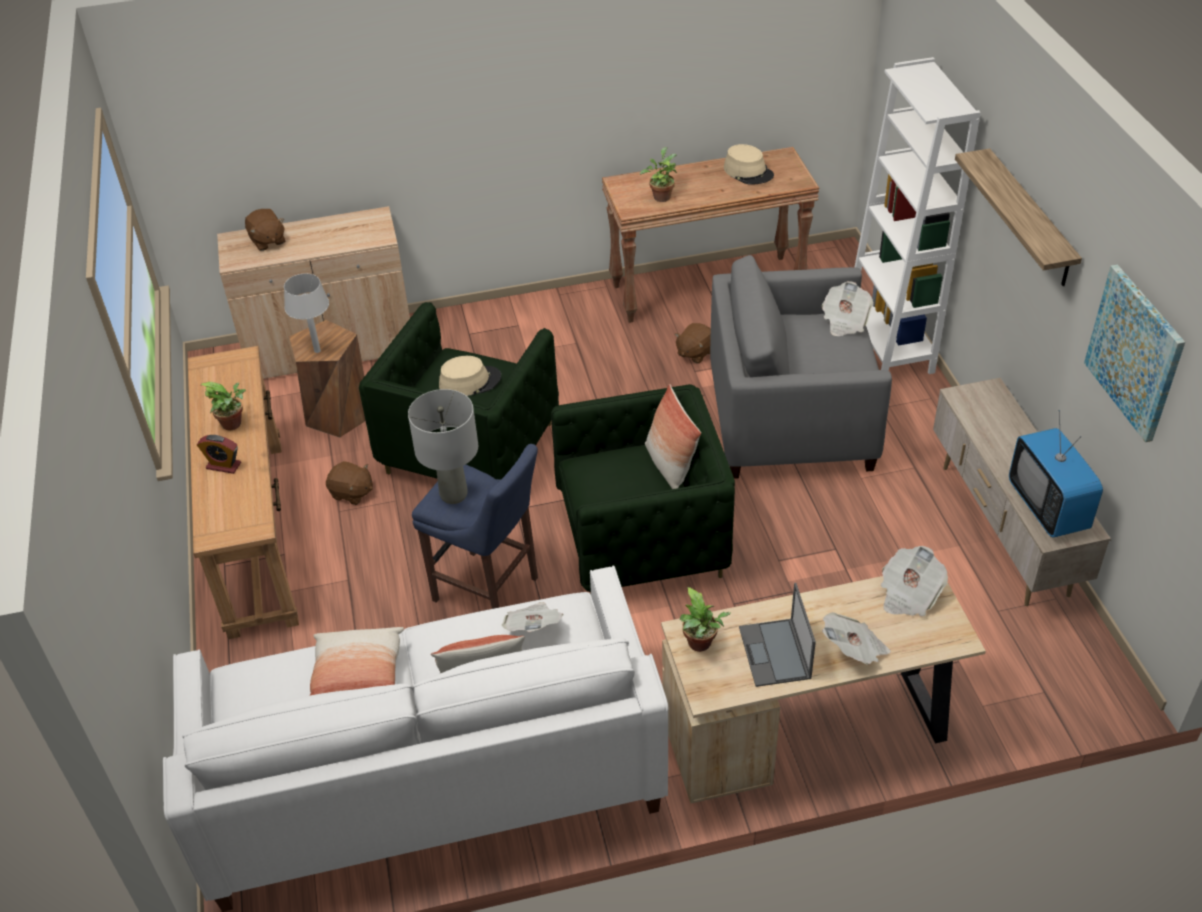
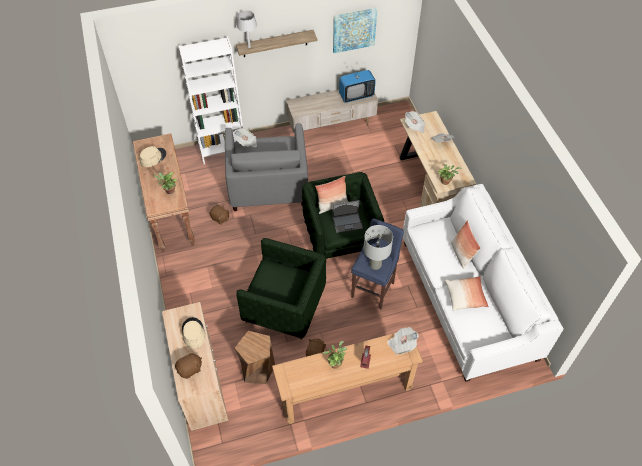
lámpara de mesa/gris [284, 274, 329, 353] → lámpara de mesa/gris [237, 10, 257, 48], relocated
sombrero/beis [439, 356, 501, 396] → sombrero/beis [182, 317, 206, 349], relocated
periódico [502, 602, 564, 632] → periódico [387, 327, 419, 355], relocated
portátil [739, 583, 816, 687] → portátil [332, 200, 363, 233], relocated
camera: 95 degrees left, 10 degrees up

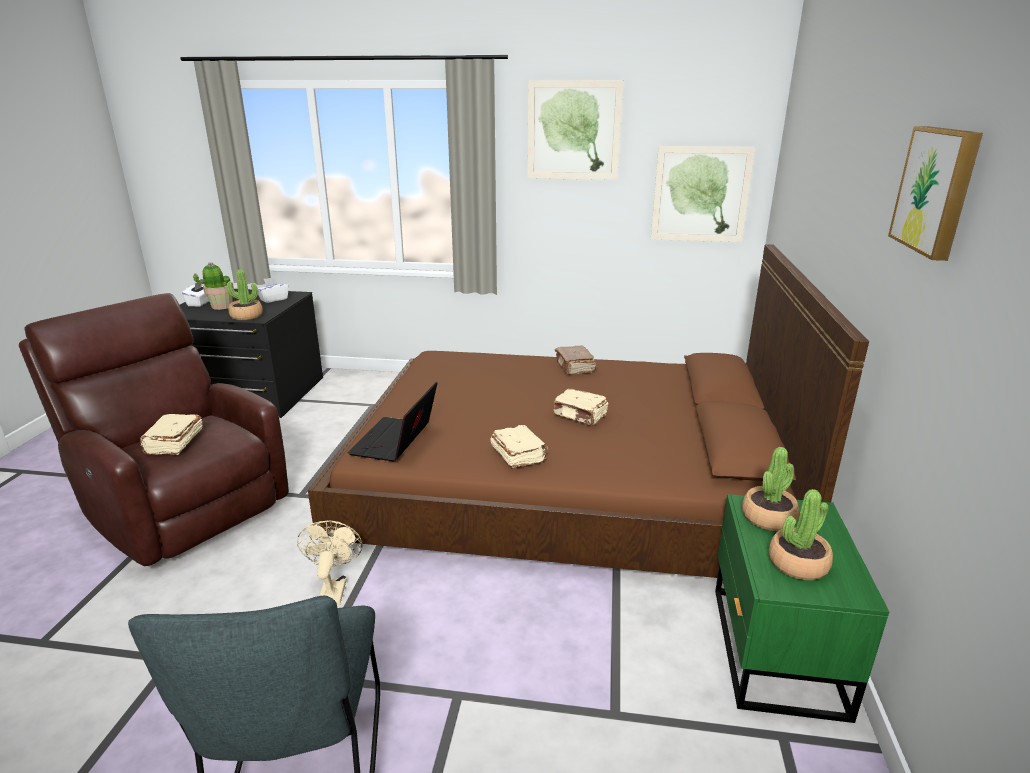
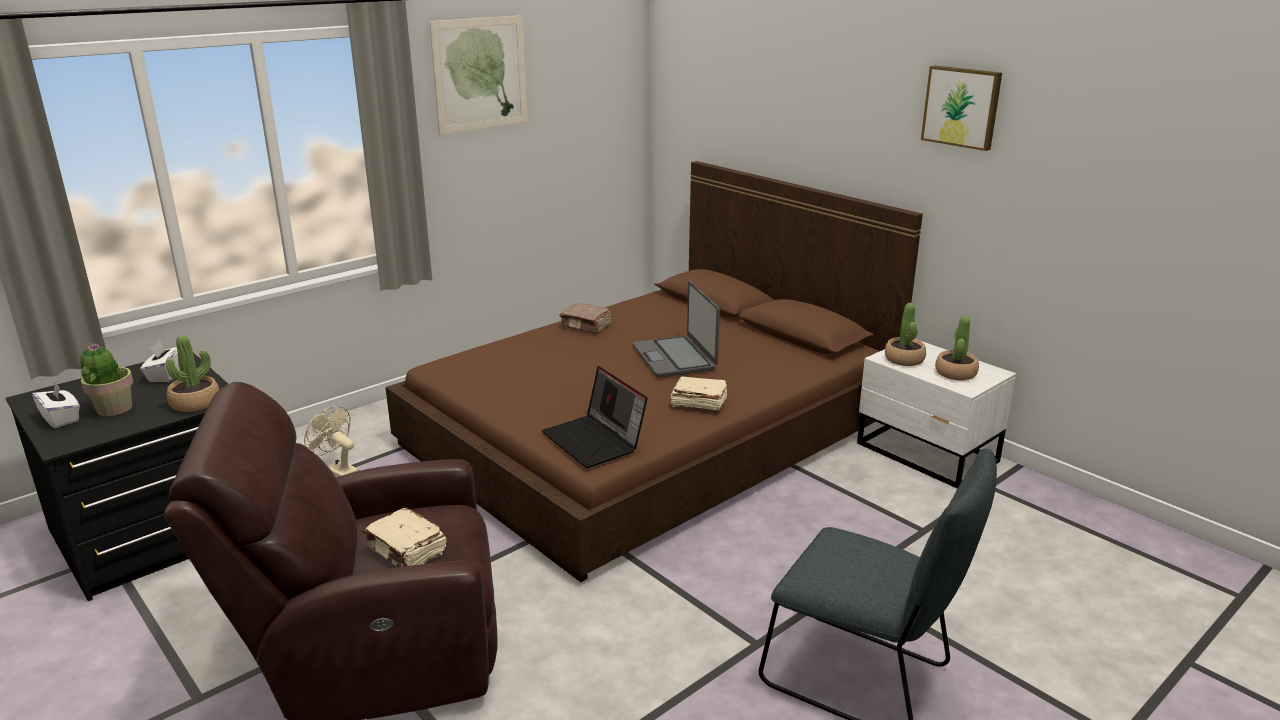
cuadro [651, 146, 755, 242] → -
ventilador/beis [297, 520, 362, 605] → ventilador/beis [304, 406, 359, 477], relocated
libro/beis [552, 388, 608, 426] → portátil [633, 281, 720, 378]
mesita de noche/verde [715, 494, 889, 723] → mesita de noche/blanco [857, 341, 1016, 489]
camera: 50 degrees left, 0 degrees up

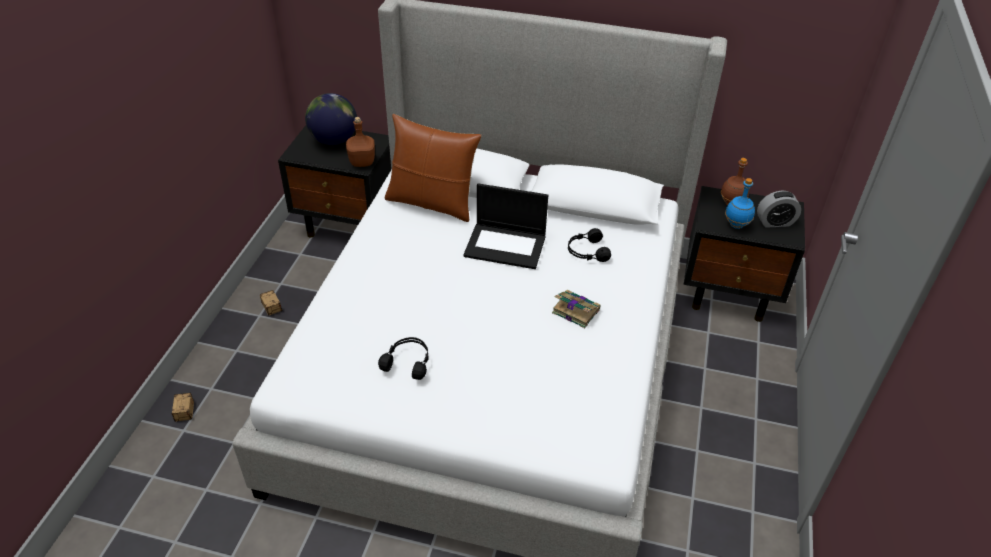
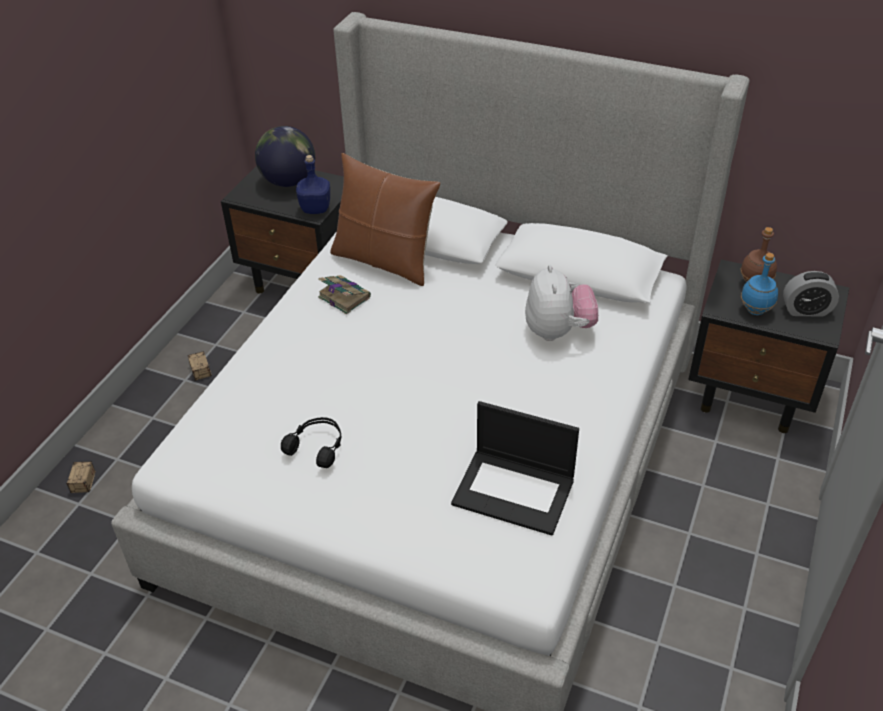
portátil [464, 183, 548, 269] → portátil [451, 401, 579, 536], relocated
libro [552, 290, 601, 328] → libro [318, 275, 371, 315], relocated
auriculares/negro [568, 228, 611, 262] → peluche [525, 265, 598, 341]
botella/marrón [346, 117, 375, 167] → botella/azul [296, 155, 330, 214]
camera: 10 degrees right, 0 degrees up

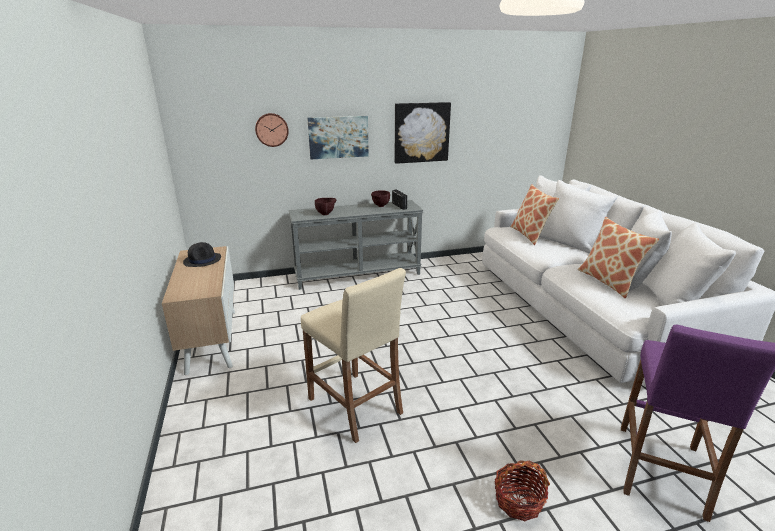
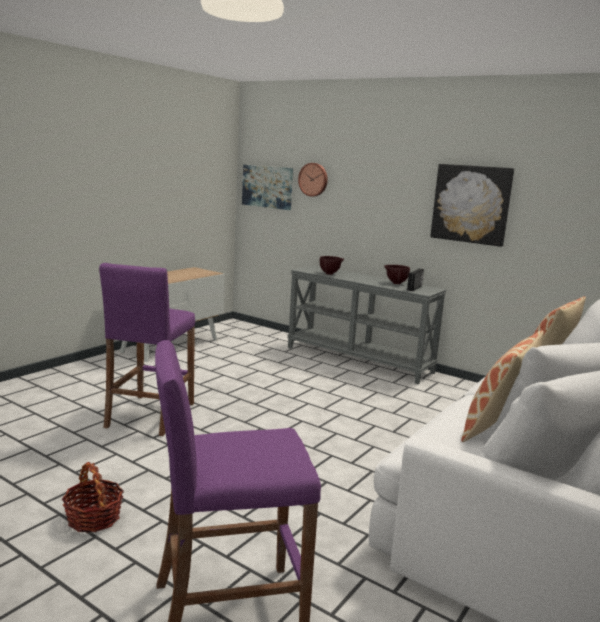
sombrero/negro [183, 242, 221, 267] → -
cuadro [307, 116, 369, 159] → cuadro [242, 165, 293, 210], relocated
taburete/beis [301, 268, 406, 443] → taburete/morado [99, 263, 195, 436]
camera: 50 degrees right, 10 degrees down

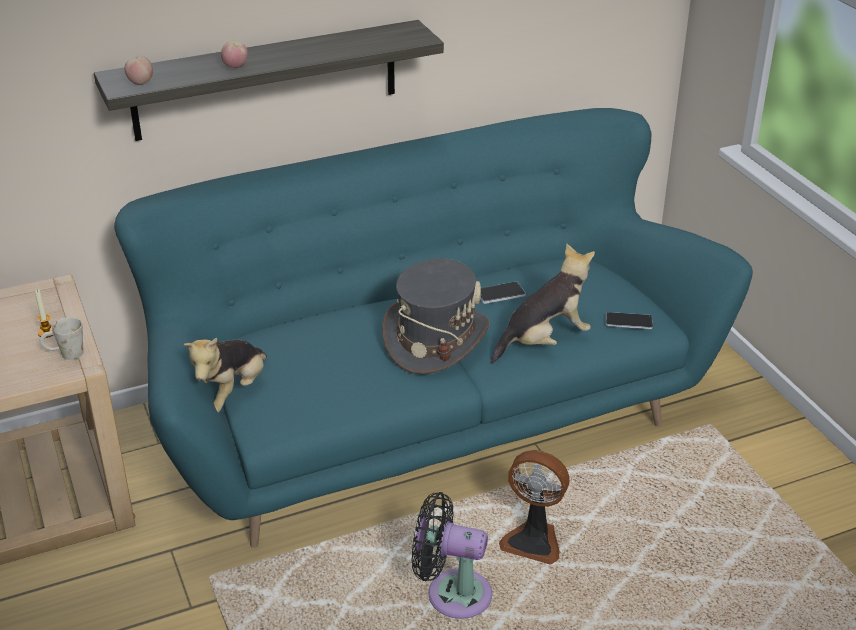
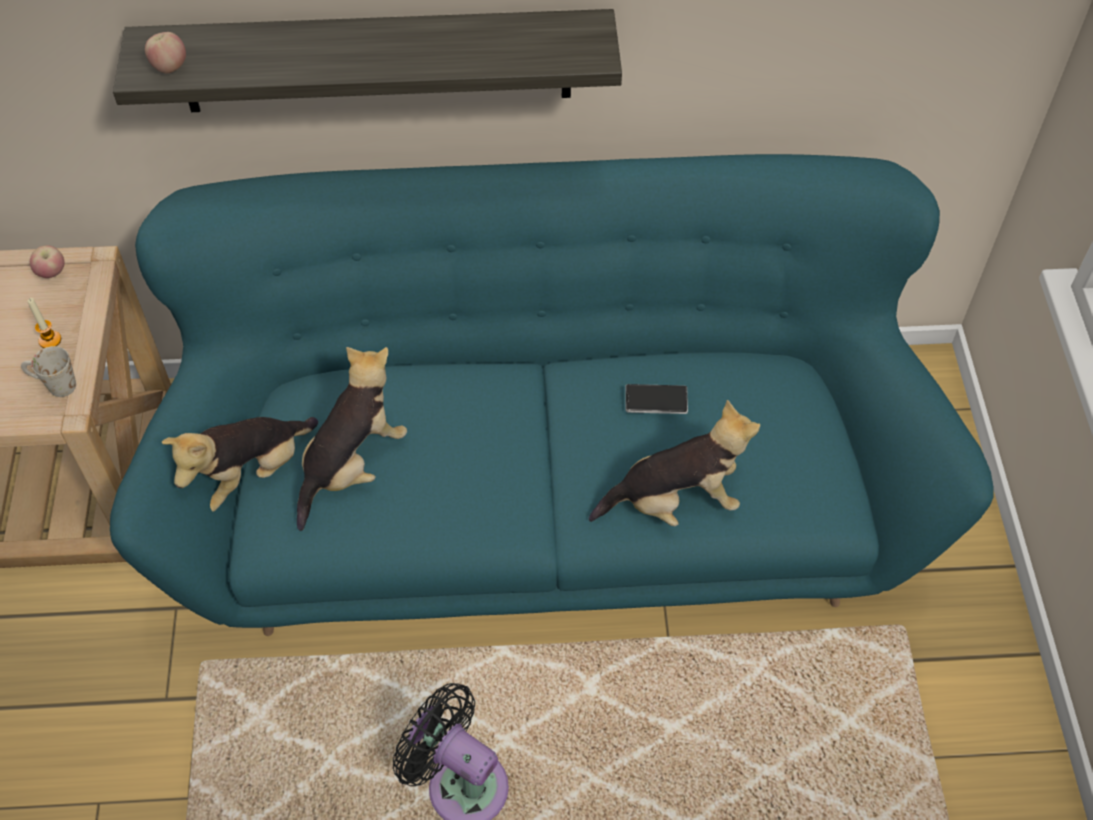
sombrero/gris [382, 258, 490, 375] → -
ventilador [499, 450, 569, 565] → -
móvil [606, 312, 653, 329] → -
- → peluche [297, 347, 407, 531]
manzana [221, 40, 248, 68] → manzana [30, 245, 65, 278], relocated
camera: 20 degrees right, 20 degrees up

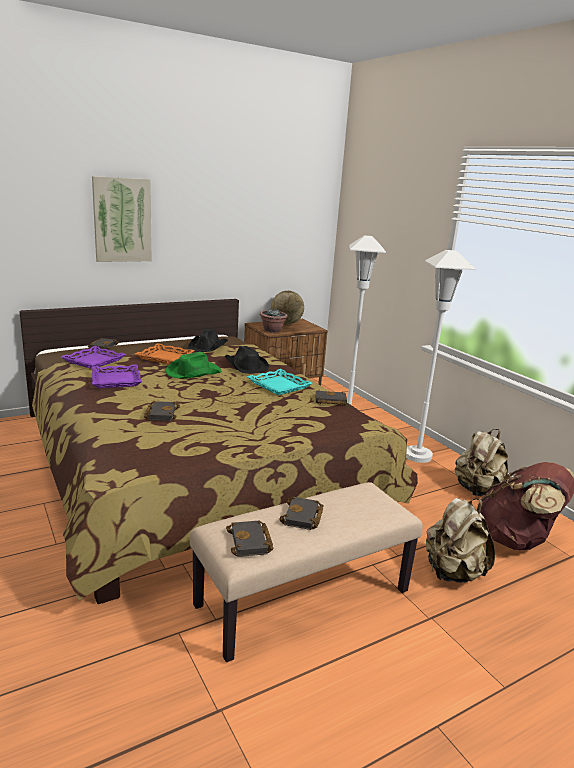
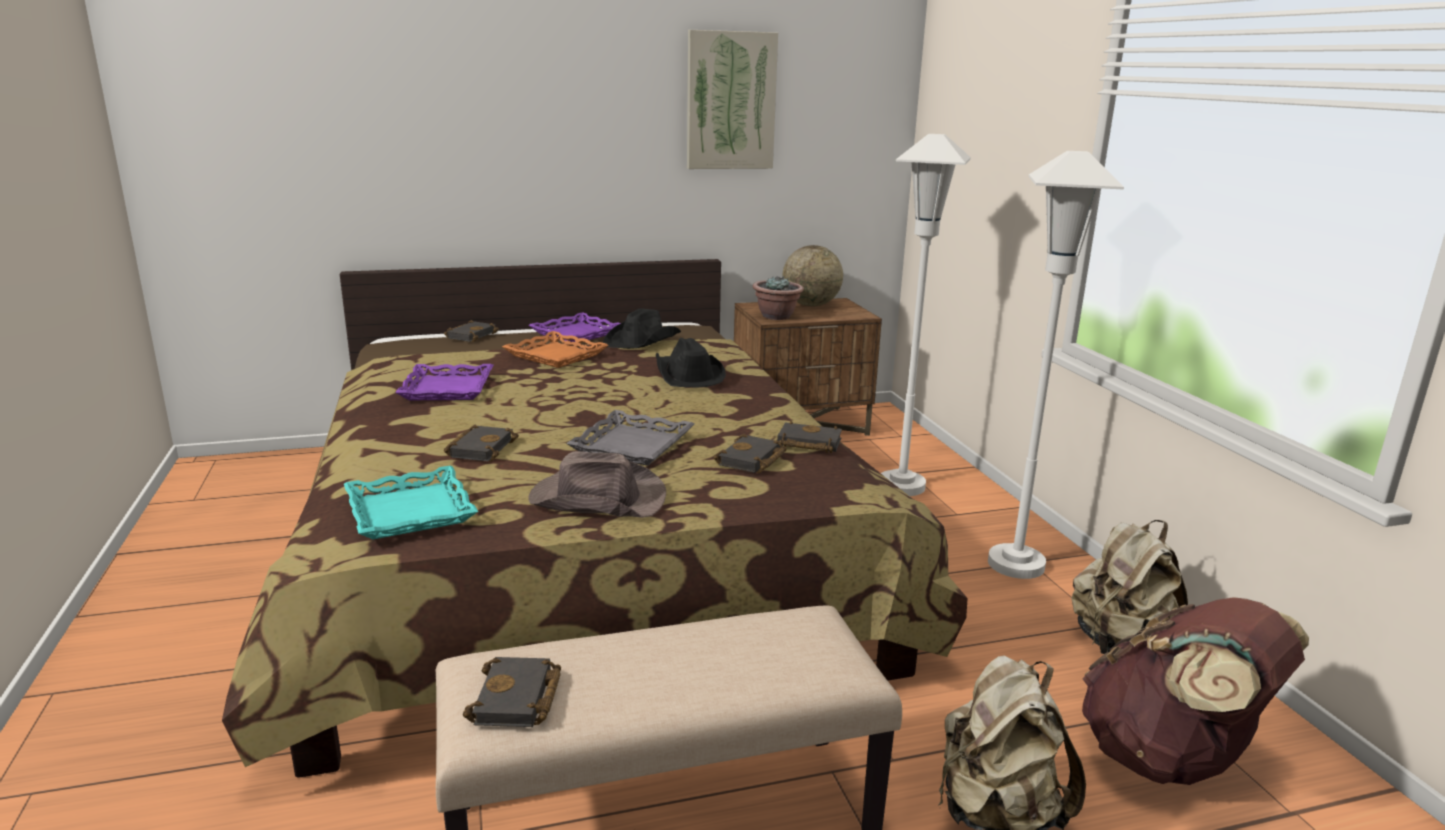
sombrero/verde [165, 352, 222, 379] → -
- → sombrero/marrón [528, 451, 666, 518]
- → bandeja/gris [566, 410, 695, 466]
bandeja/morado [61, 346, 126, 369] → bandeja/morado [529, 312, 620, 342], relocated
cuadro [92, 176, 152, 262] → cuadro [687, 30, 778, 169], relocated
bandeja/turquesa [247, 369, 313, 395] → bandeja/turquesa [344, 466, 478, 539], relocated
libro/negro [279, 497, 323, 530] → libro/negro [713, 434, 787, 473], relocated
camera: 15 degrees right, 0 degrees up

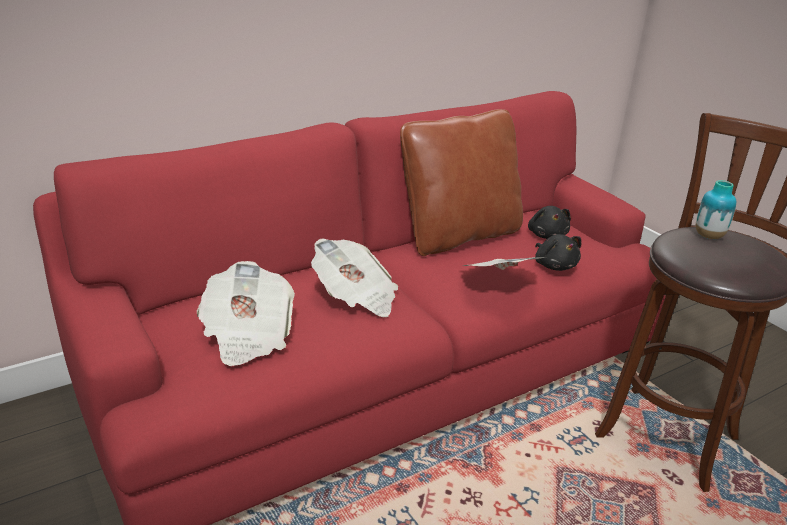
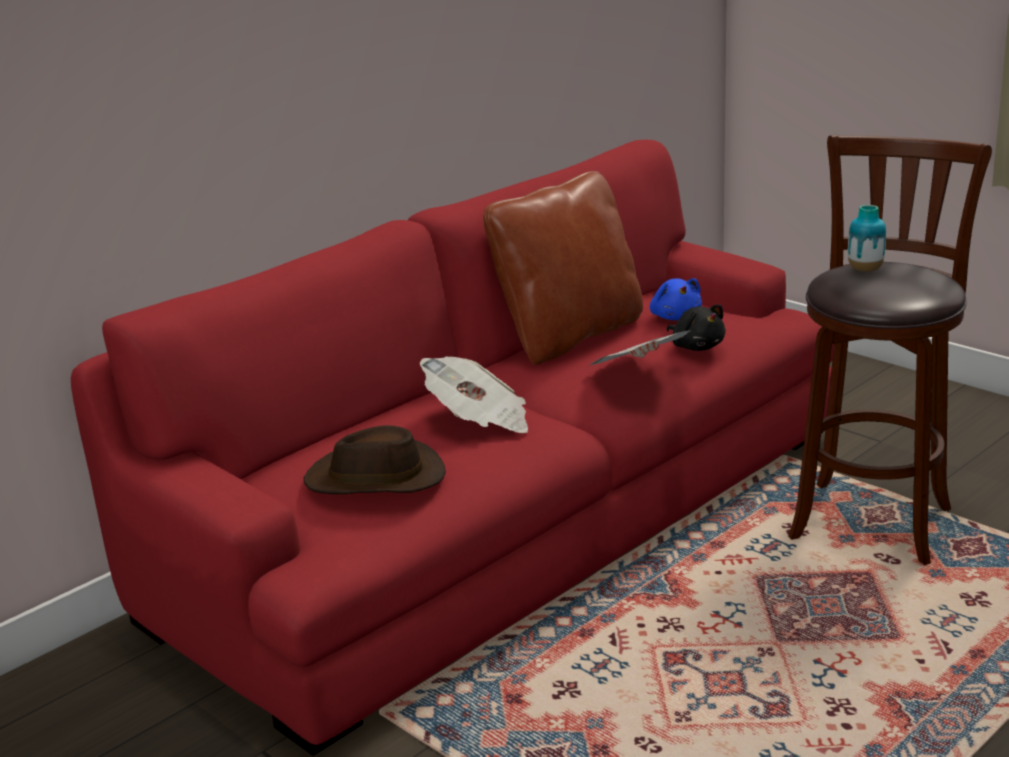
periódico [197, 261, 295, 366] → sombrero/marrón [304, 425, 446, 494]
peluche/negro [528, 206, 571, 239] → peluche/azul [650, 278, 702, 320]
camera: 10 degrees left, 5 degrees down

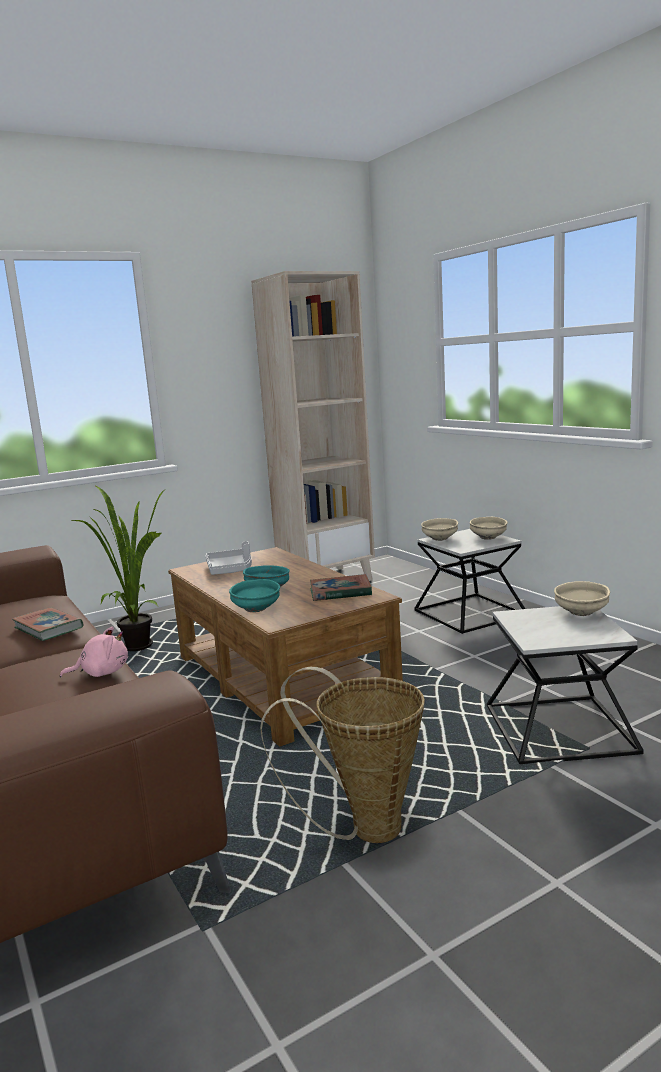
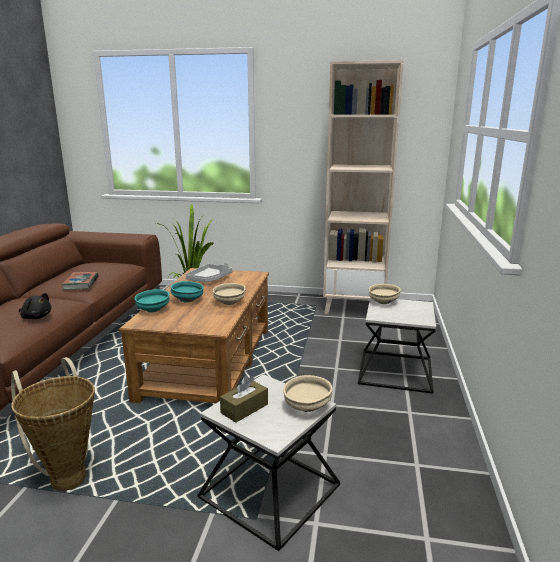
libro [310, 574, 372, 601] → -
- → caja de pañuelos/marrón [220, 376, 268, 423]
cuenco/beis [470, 517, 508, 540] → cuenco/beis [213, 283, 246, 305], relocated
peluche/rosa [60, 626, 128, 677] → peluche/negro [19, 293, 52, 319]
camera: 40 degrees right, 5 degrees up

